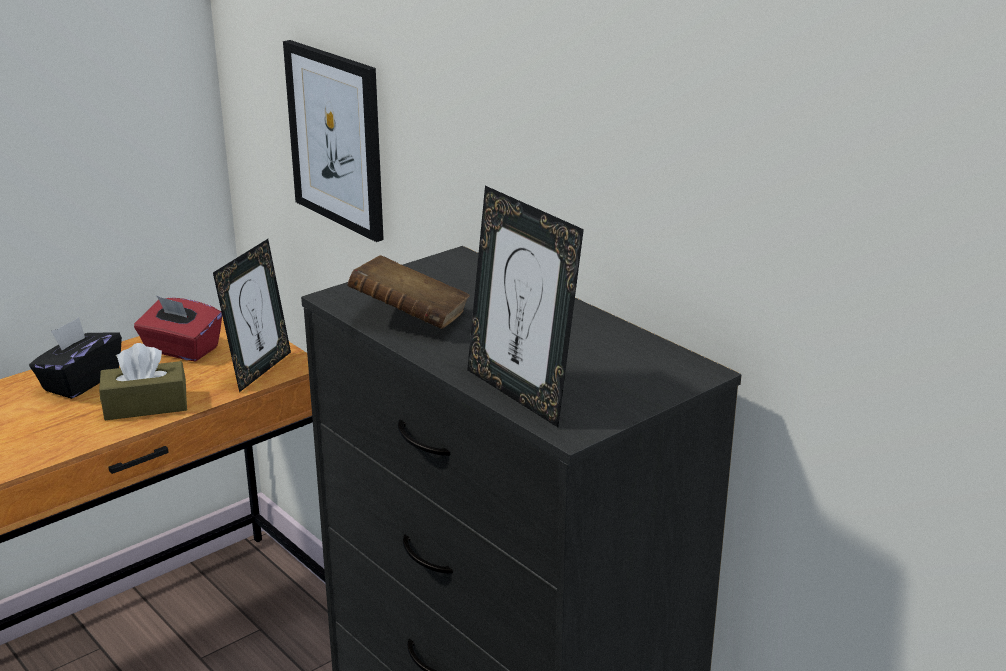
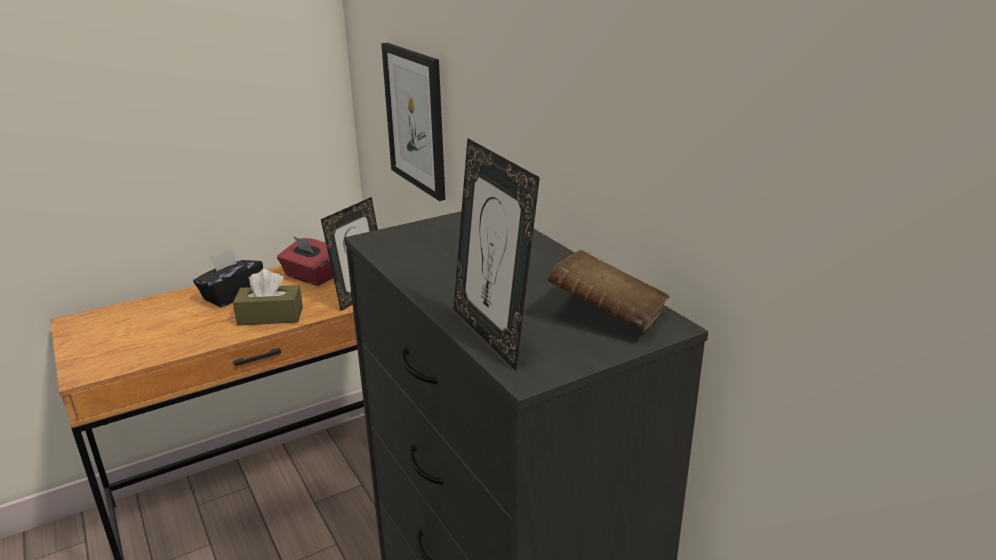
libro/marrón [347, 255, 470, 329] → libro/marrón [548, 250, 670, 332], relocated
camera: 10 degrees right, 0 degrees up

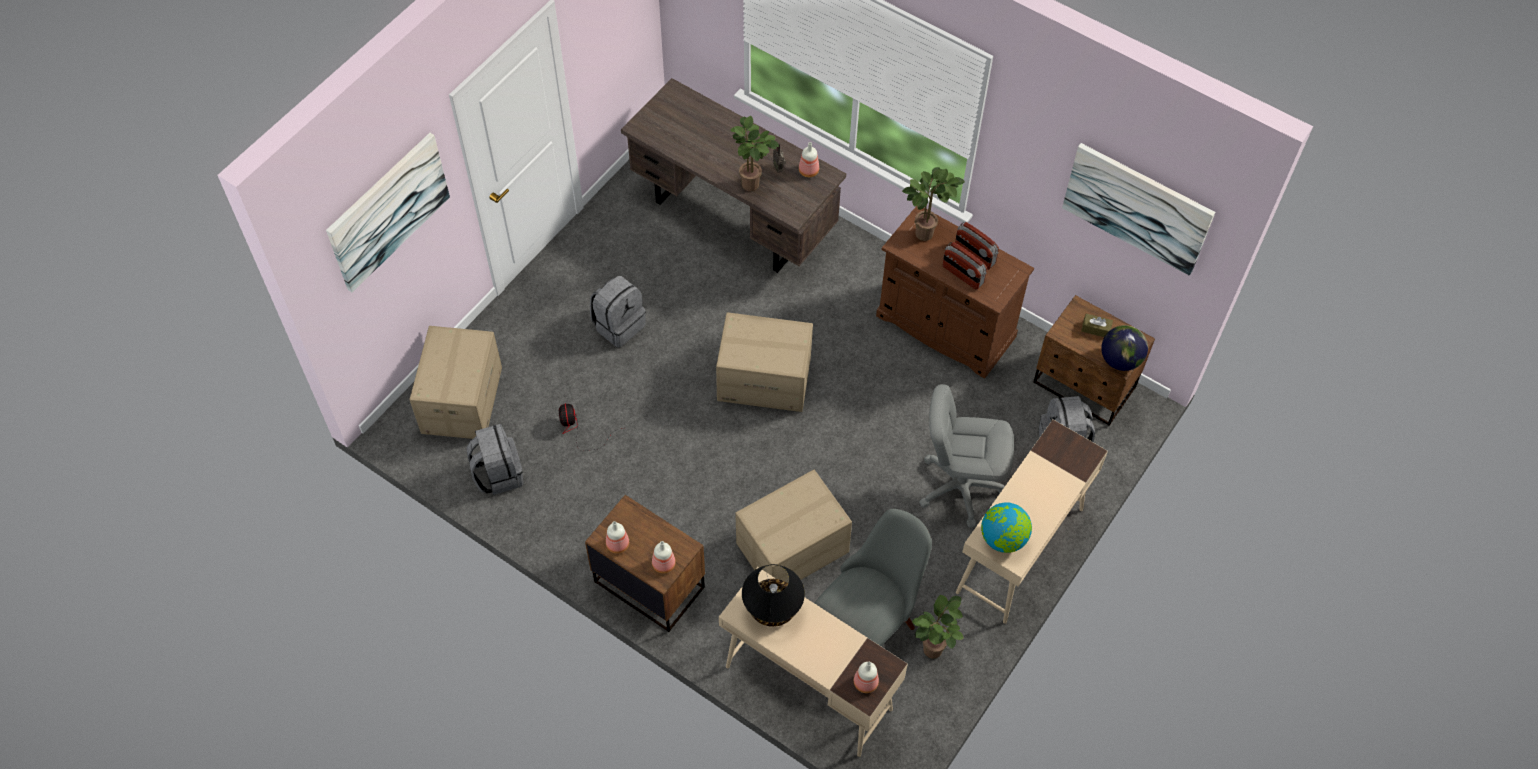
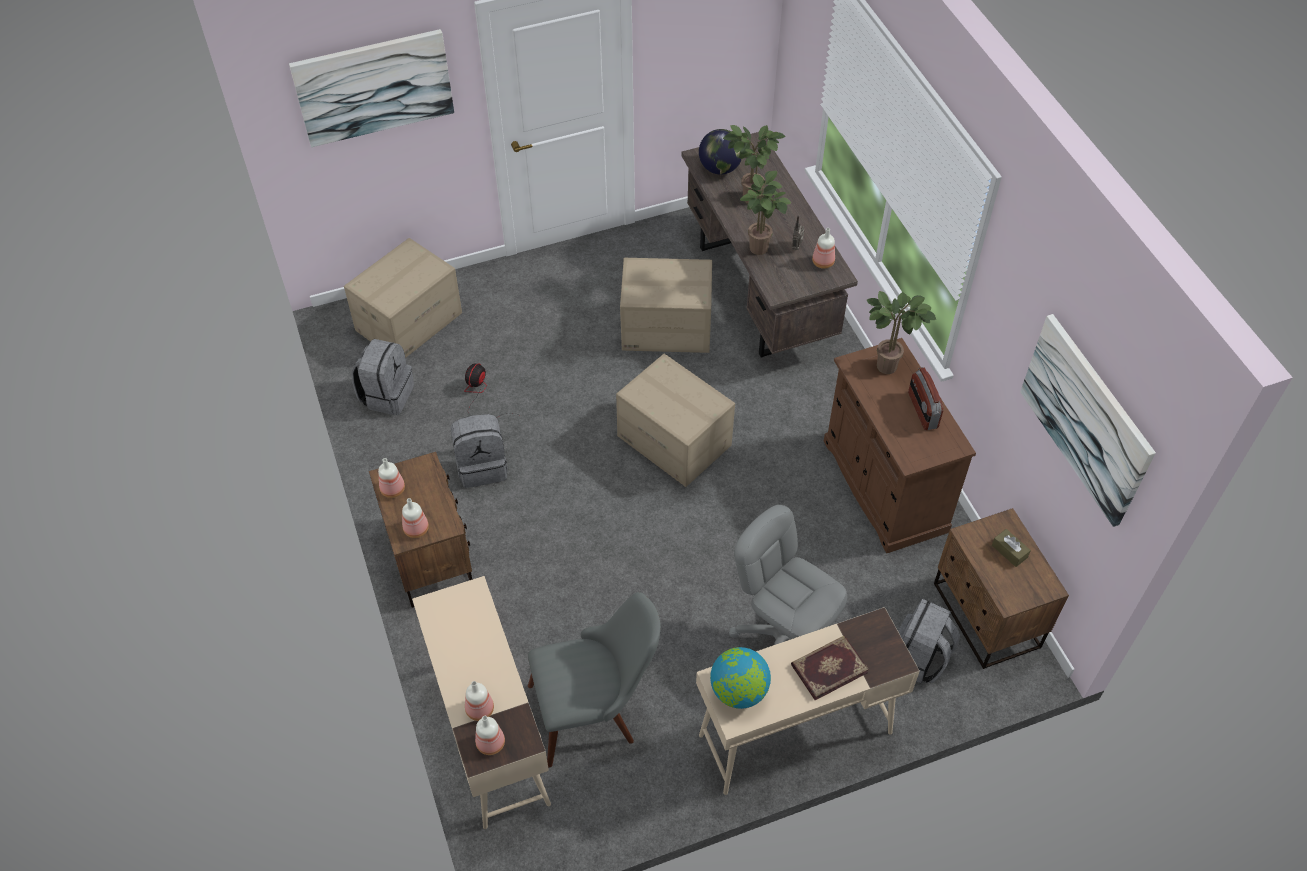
lámpara de mesa/negro [742, 564, 805, 627] → -
radio [942, 242, 987, 290] → -
- → botella [465, 681, 494, 721]
- → libro [791, 635, 869, 700]
mochila/gris [590, 276, 646, 347] → mochila/gris [450, 414, 508, 488], relocated
caja de cartón [735, 470, 852, 583] → caja de cartón [620, 258, 712, 353], relocated
planta en maceta [912, 595, 964, 659] → planta en maceta [723, 125, 785, 204], relocated
globo terráqueo [1101, 325, 1148, 371] → globo terráqueo [699, 129, 742, 175], relocated
camera: 35 degrees right, 5 degrees down

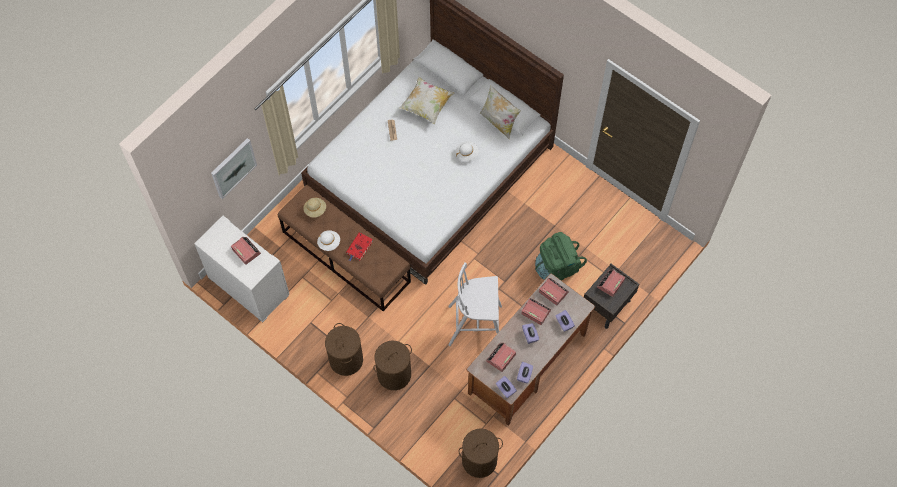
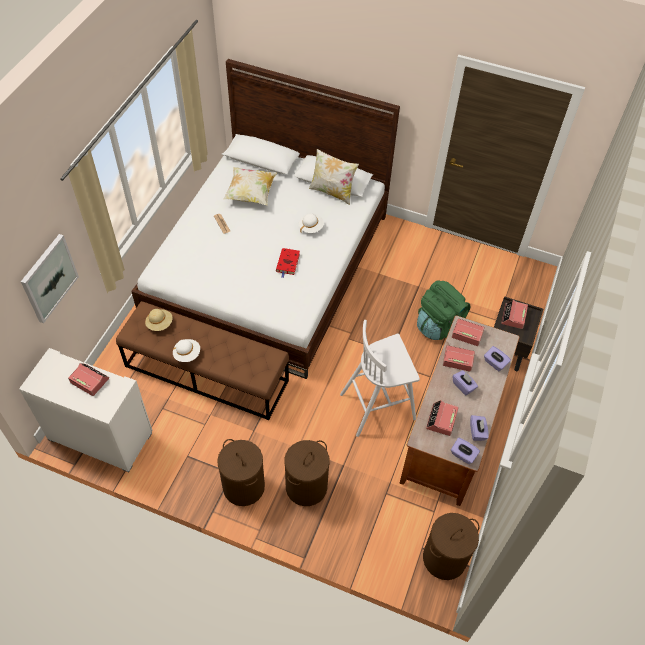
libro/rojo [346, 233, 373, 261] → libro/rojo [276, 248, 300, 278], relocated
camera: 20 degrees left, 10 degrees down

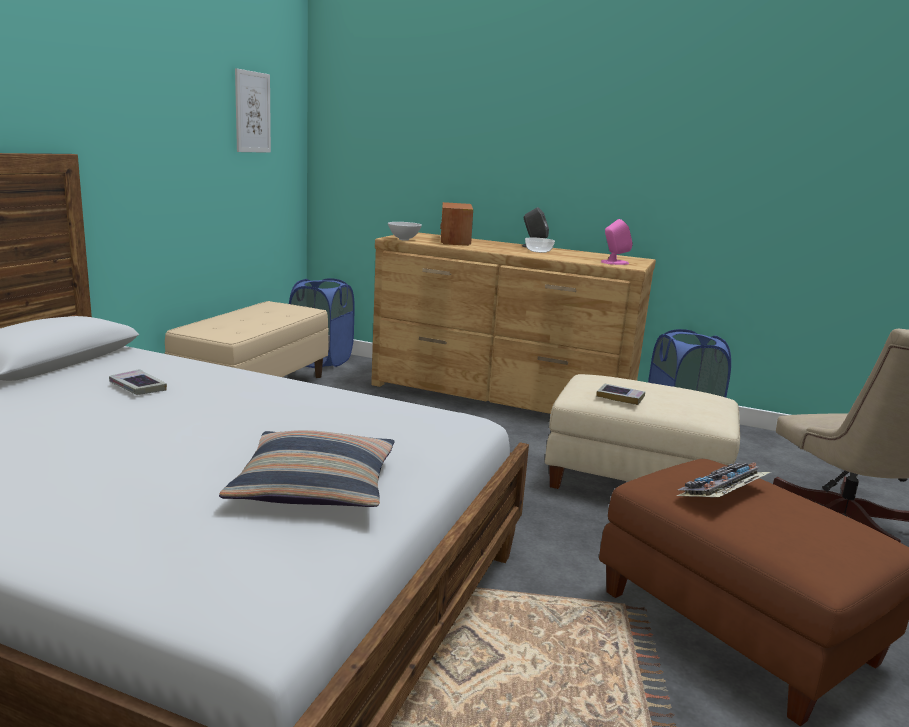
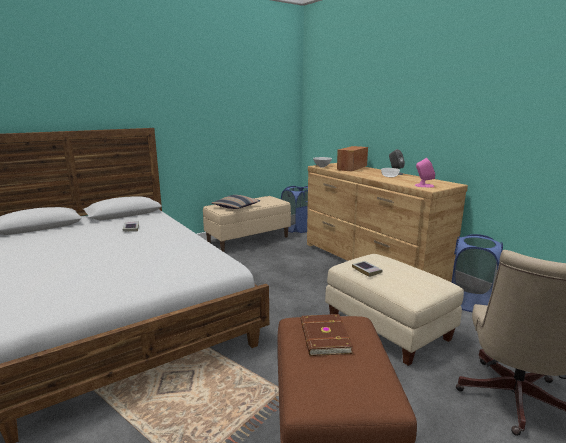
cuadro [235, 68, 271, 153] → -
cojín [219, 430, 395, 507] → cojín [211, 195, 261, 209], relocated
teclado [677, 463, 771, 497] → libro/marrón [301, 314, 353, 356]
camera: 35 degrees right, 0 degrees up

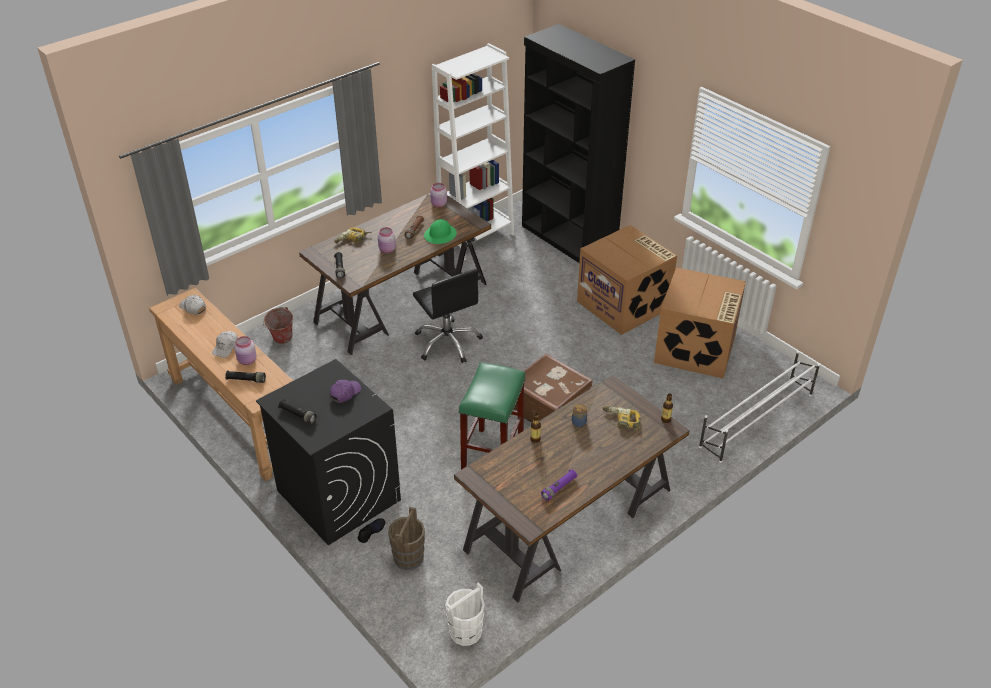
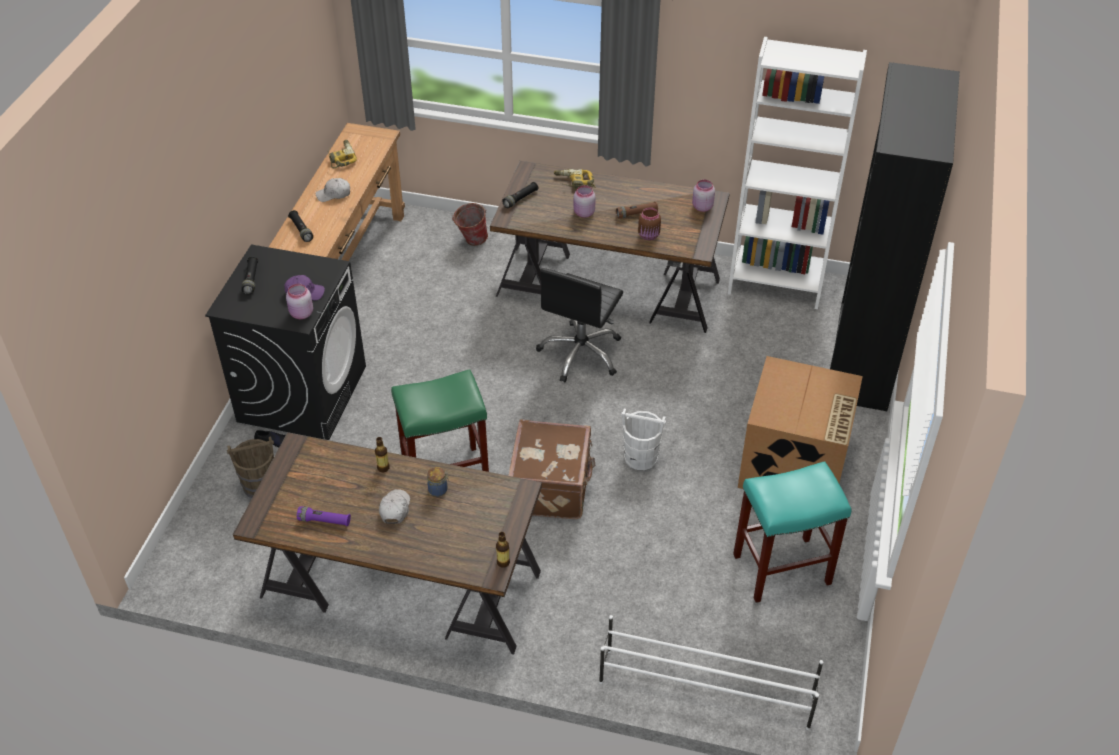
gorra/blanco [179, 295, 206, 315] → gorra/blanco [379, 489, 410, 524], relocated
tarro/rosa [234, 336, 257, 365] → tarro/rosa [286, 284, 313, 319], relocated
cubo/blanco [445, 583, 485, 646] → cubo/blanco [621, 408, 666, 470], relocated
taladro [602, 406, 641, 431] → taladro [328, 140, 357, 168], relocated
casco/verde [424, 219, 457, 244] → tarro/marrón [638, 208, 661, 240]
caja de cartón [654, 267, 746, 379] → taburete/turquesa [733, 461, 851, 603]
camera: 55 degrees right, 5 degrees up

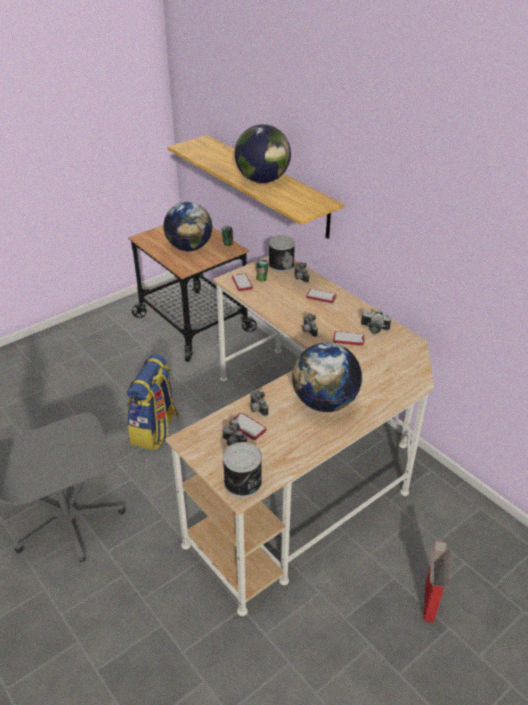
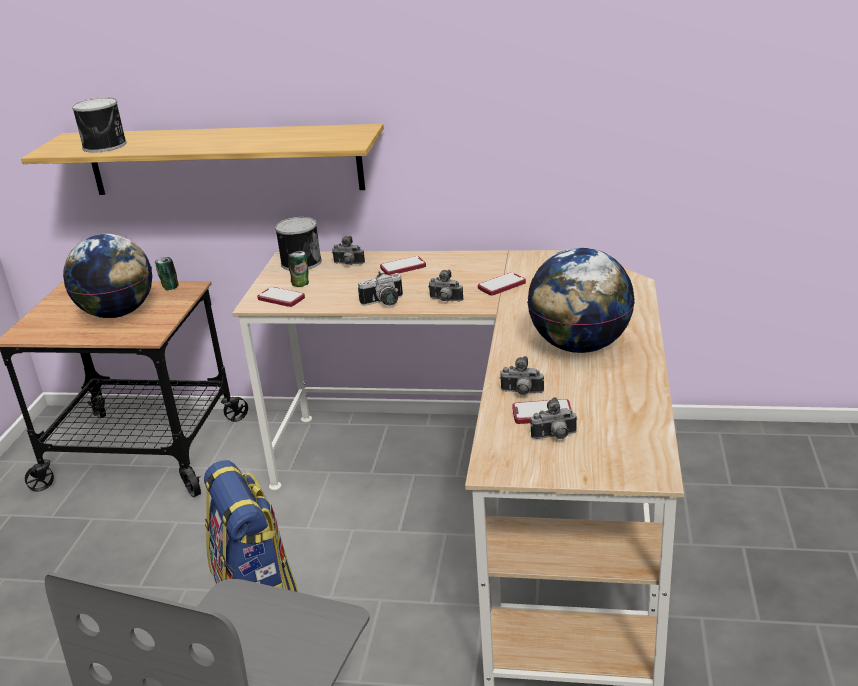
globo terráqueo [235, 124, 291, 183] → -
caja de cartón [423, 541, 450, 623] → -
lata [223, 442, 262, 497] → lata [72, 97, 127, 153], relocated
cámara [361, 310, 391, 334] → cámara [358, 270, 403, 306], relocated
camera: 40 degrees left, 10 degrees down

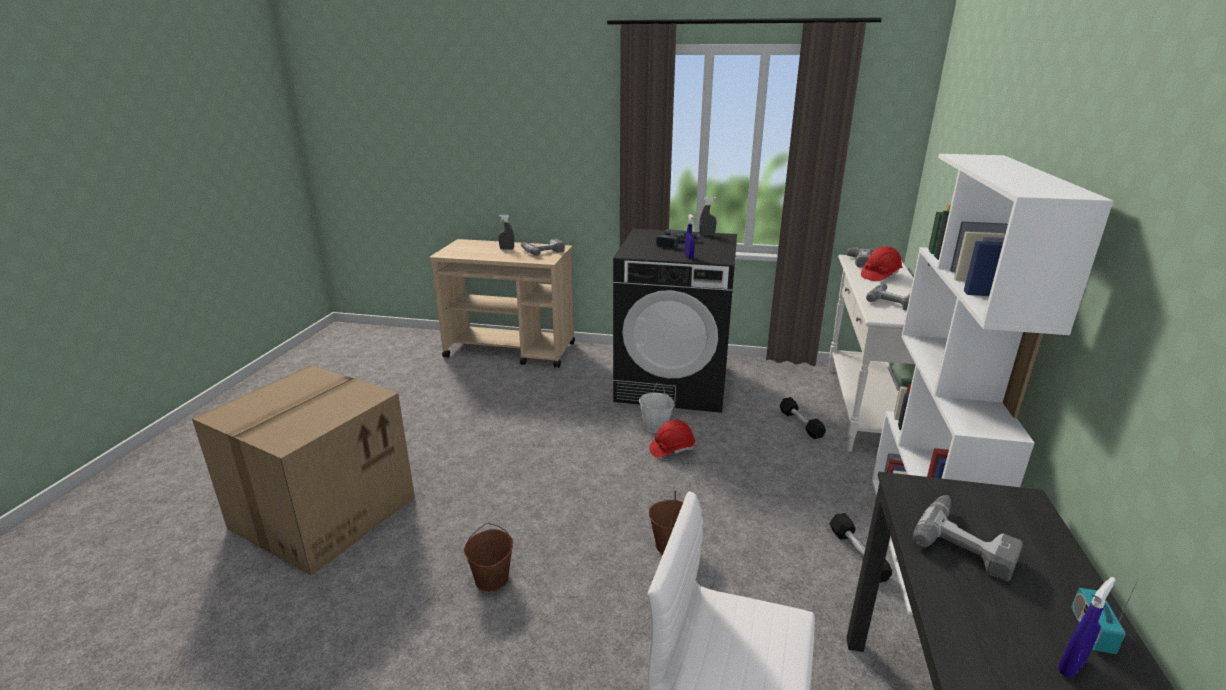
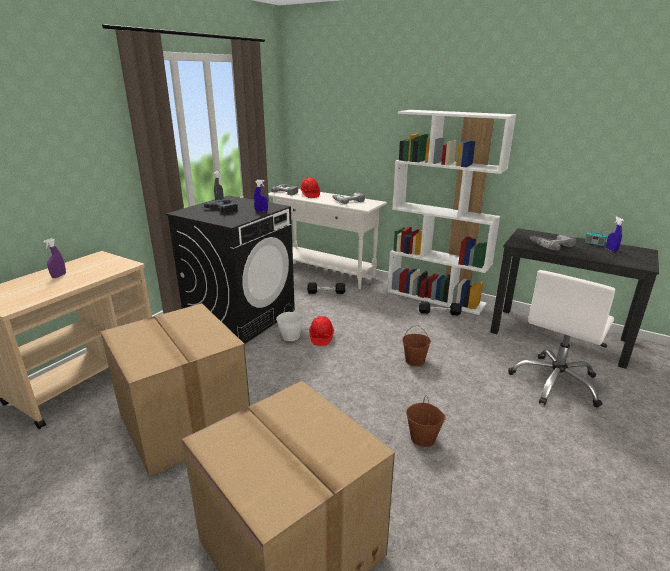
taladro [521, 239, 565, 256] → -
- → caja de cartón [100, 303, 250, 477]
pulverizador/gris [498, 215, 514, 250] → pulverizador/morado [43, 238, 66, 278]
camera: 70 degrees left, 0 degrees up

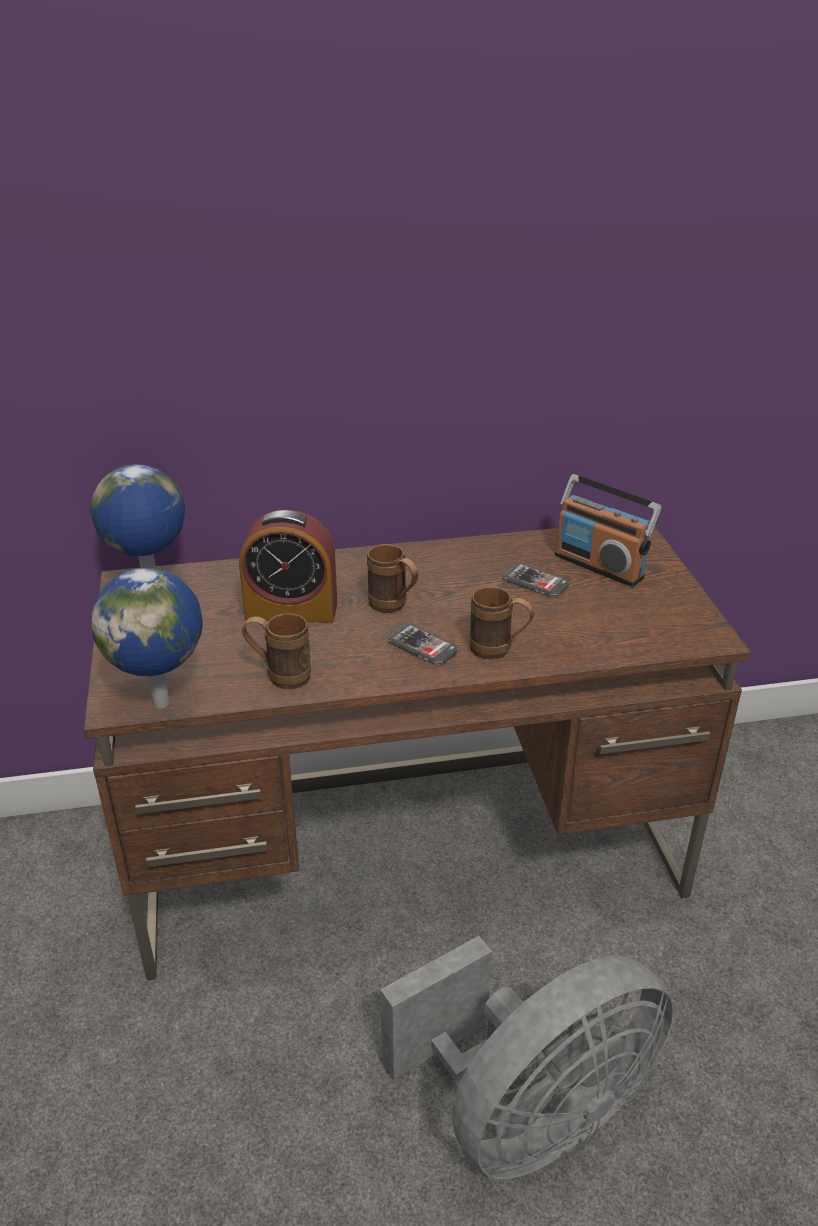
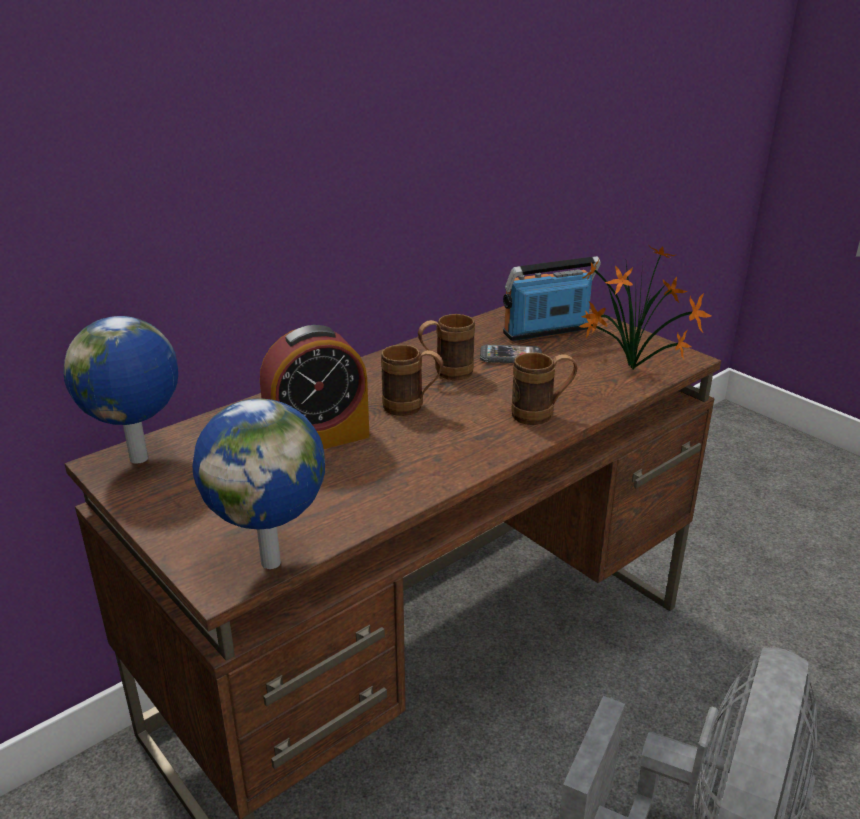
móvil [388, 624, 458, 665] → -
- → planta en maceta [579, 245, 711, 369]
taza grande/marrón [242, 613, 311, 689] → taza grande/marrón [418, 314, 475, 380], relocated
radio [555, 474, 661, 587] → radio [503, 256, 601, 341], 150 degrees clockwise
camera: 30 degrees left, 5 degrees down

